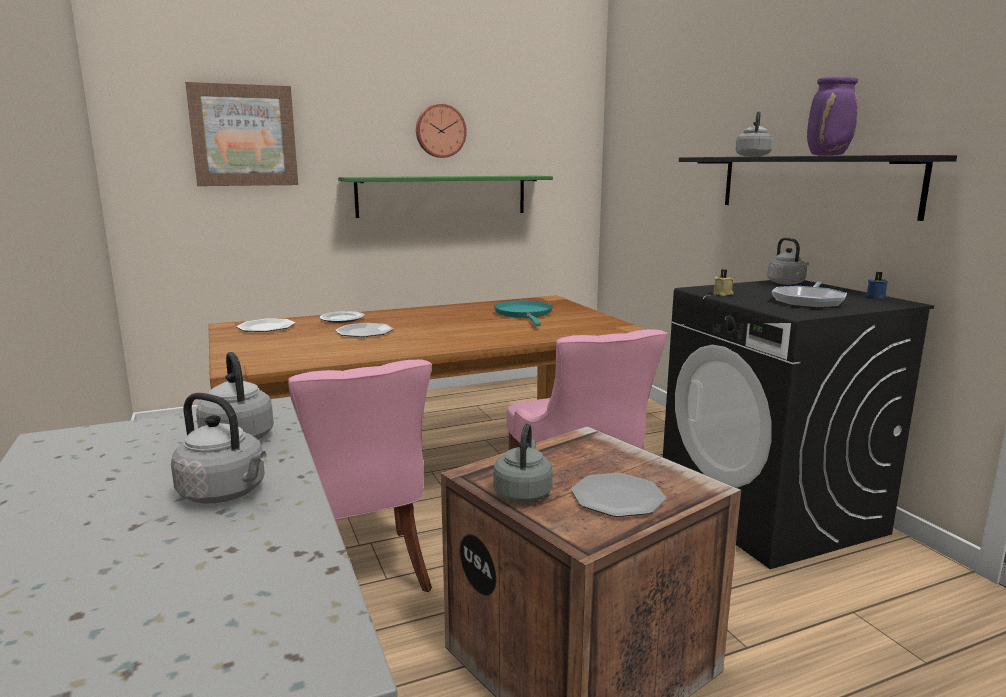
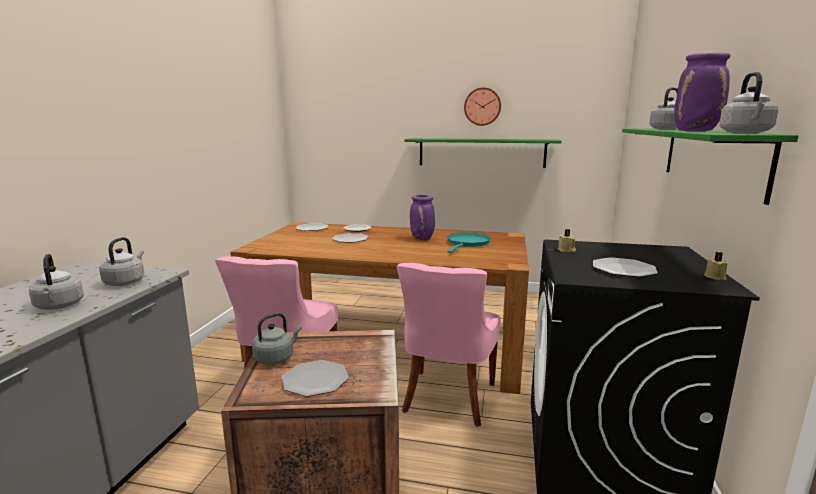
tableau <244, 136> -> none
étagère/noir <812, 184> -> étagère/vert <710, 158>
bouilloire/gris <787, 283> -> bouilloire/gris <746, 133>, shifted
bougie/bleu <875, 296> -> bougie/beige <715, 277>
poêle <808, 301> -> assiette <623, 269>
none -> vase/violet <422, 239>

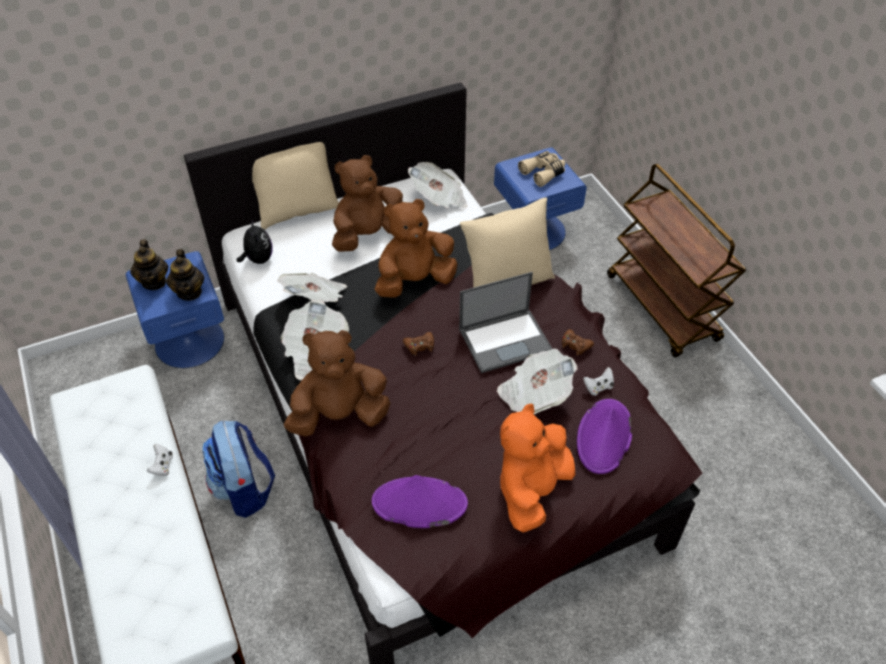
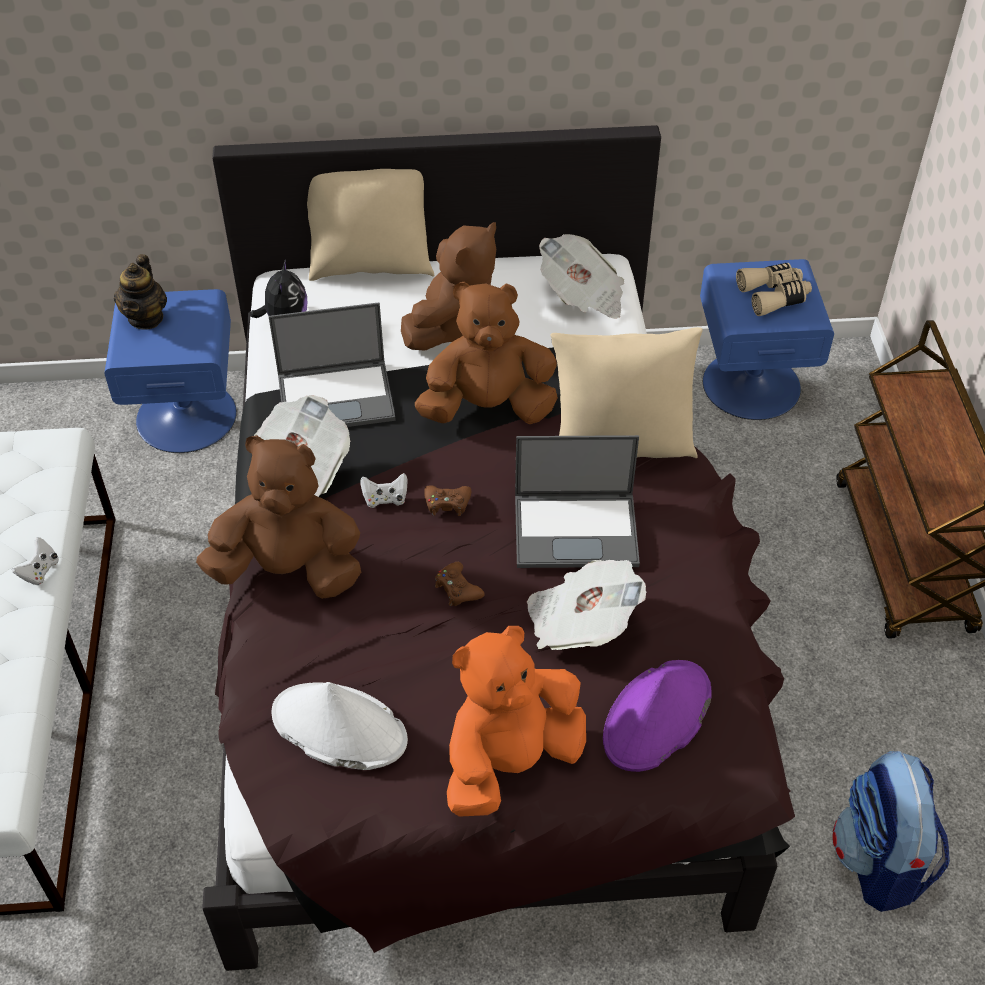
peluche/marron <368, 236> -> peluche/marron <453, 325>, 135 degrees clockwise
théière <189, 292> -> none
journal <316, 298> -> ordinateur portable <337, 396>
manette/marron <575, 345> -> manette/marron <457, 589>, shifted
manette/blanc <598, 387> -> manette/blanc <385, 499>, shifted
sac à dos <244, 489> -> sac à dos <879, 861>, shifted
chapeau/violet <419, 503> -> chapeau/blanc <338, 727>

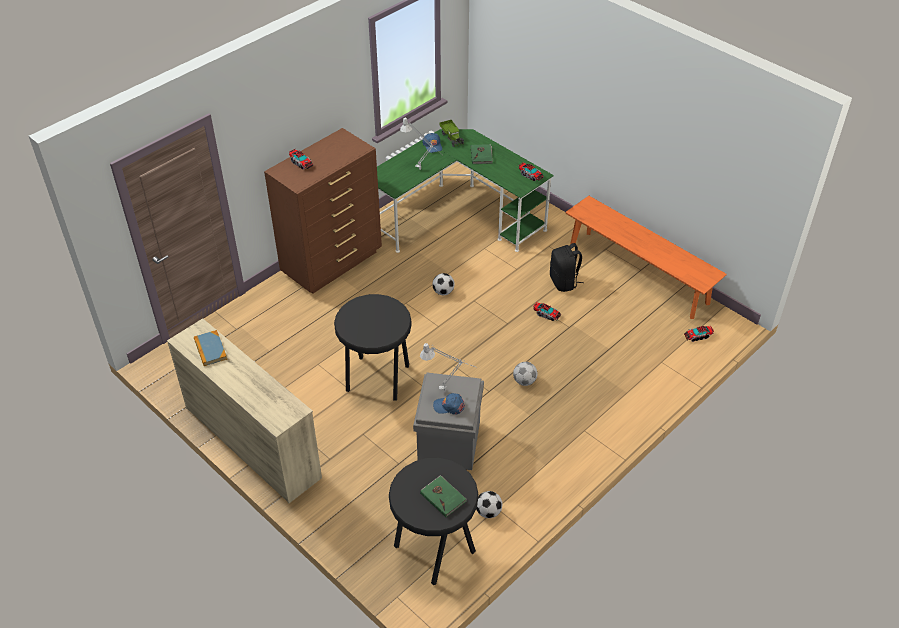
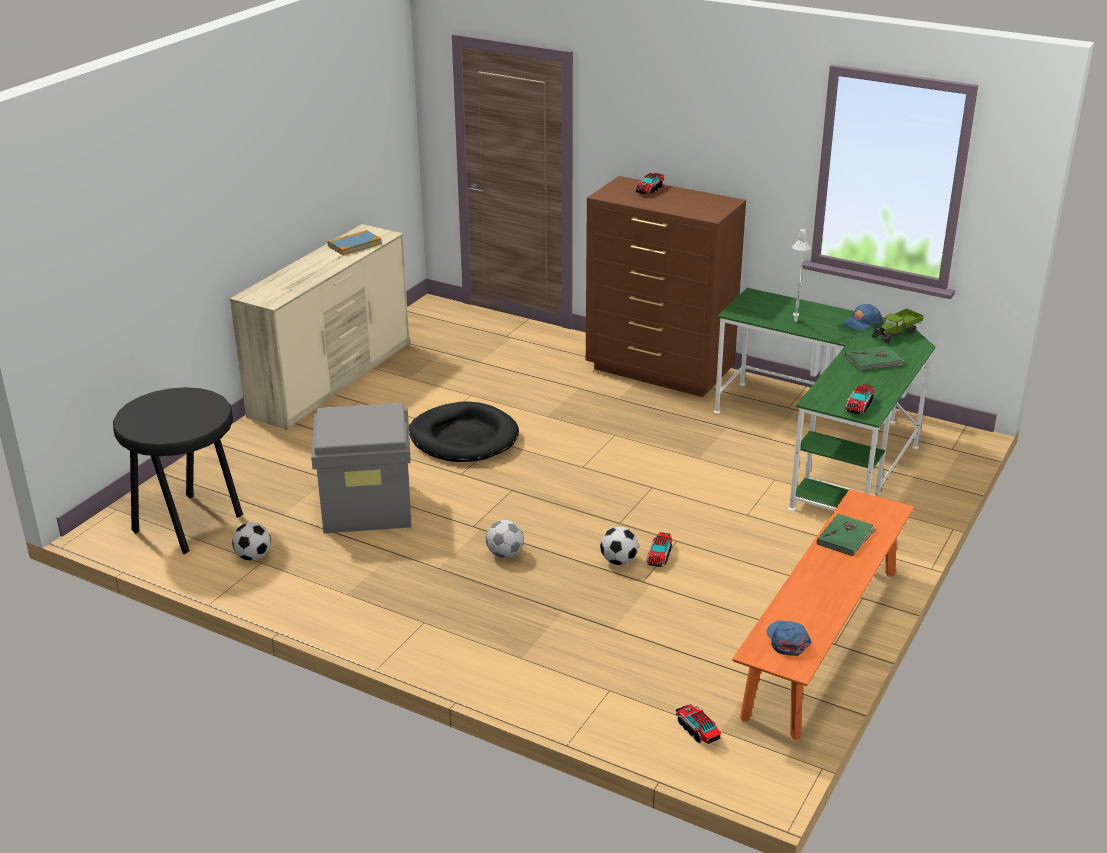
sac à dos/noir <564, 282> -> none
ballon de foot <443, 292> -> ballon de foot <619, 561>, shifted
tabouret/noir <376, 378> -> panier pour chien/noir <463, 437>
lampe de table/gris <448, 390> -> none
casquette/bleu <449, 406> -> casquette/bleu <787, 640>, shifted
livre/vert <443, 497> -> livre/vert <846, 537>, shifted

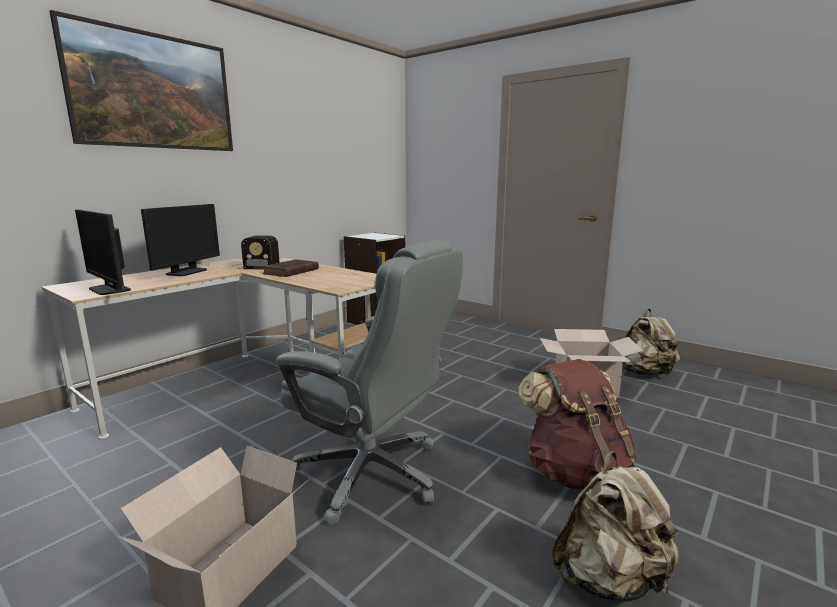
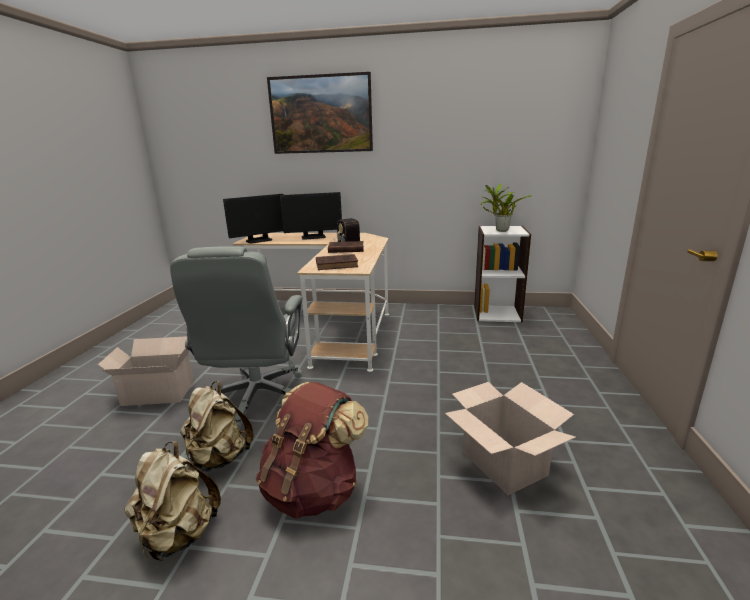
écran d'ordinateur <110, 289> -> écran d'ordinateur <259, 240>, 135 degrees counterclockwise
sac à dos/beige <645, 373> -> sac à dos/beige <219, 459>, shifted
none -> plante en pot <500, 230>
none -> livre/marron <338, 265>

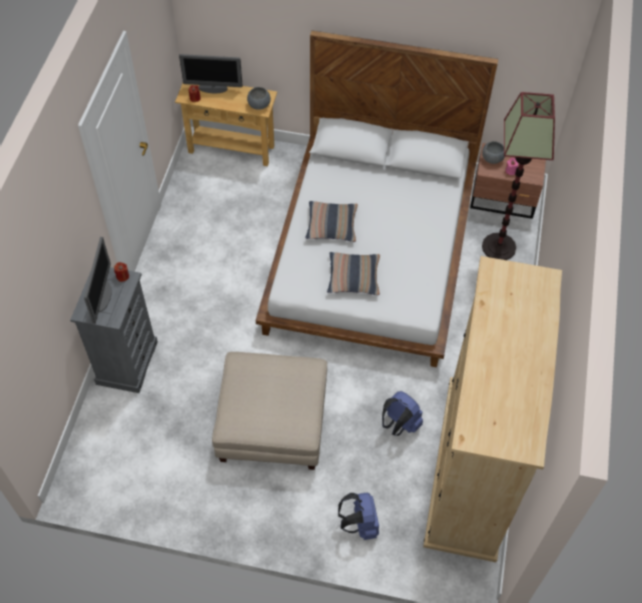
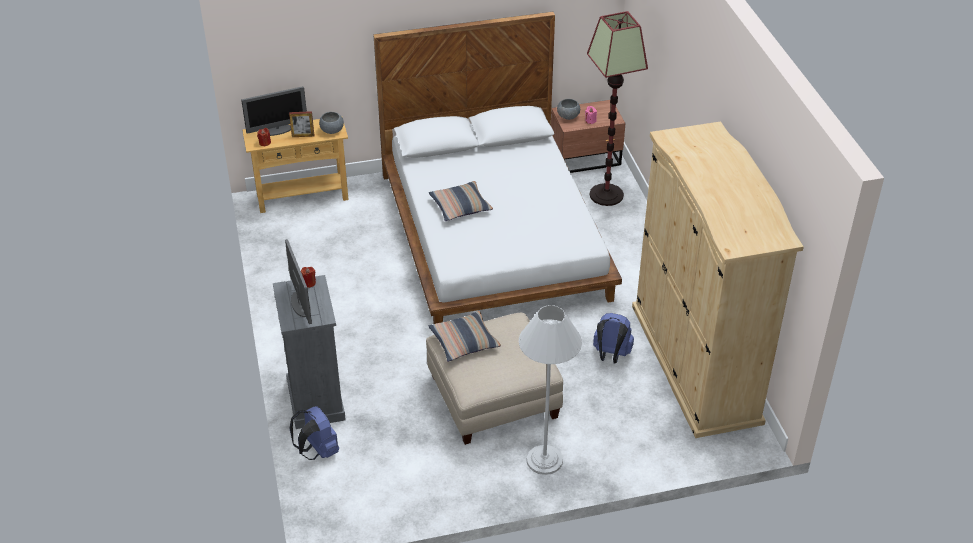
coussin <353, 277> -> coussin <464, 342>, shifted
sac à dos/bleu <360, 524> -> sac à dos/bleu <317, 451>, shifted
none -> cadre photo <303, 136>
none -> lampadaire/blanc <544, 460>

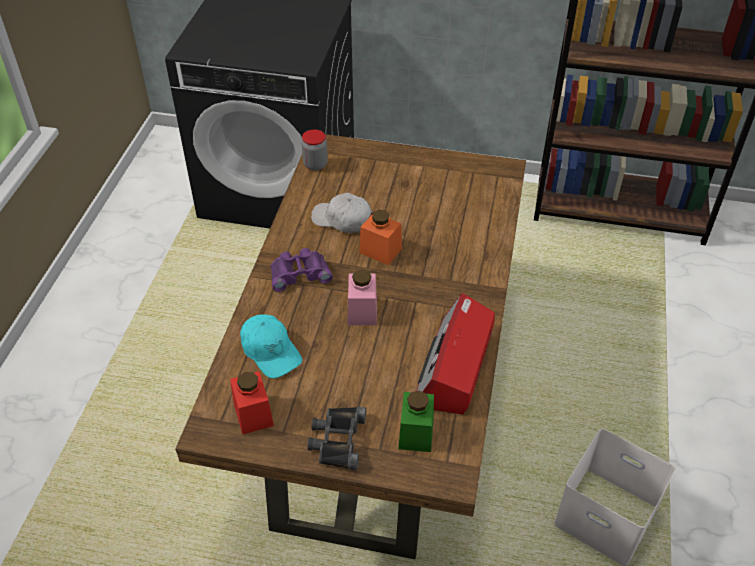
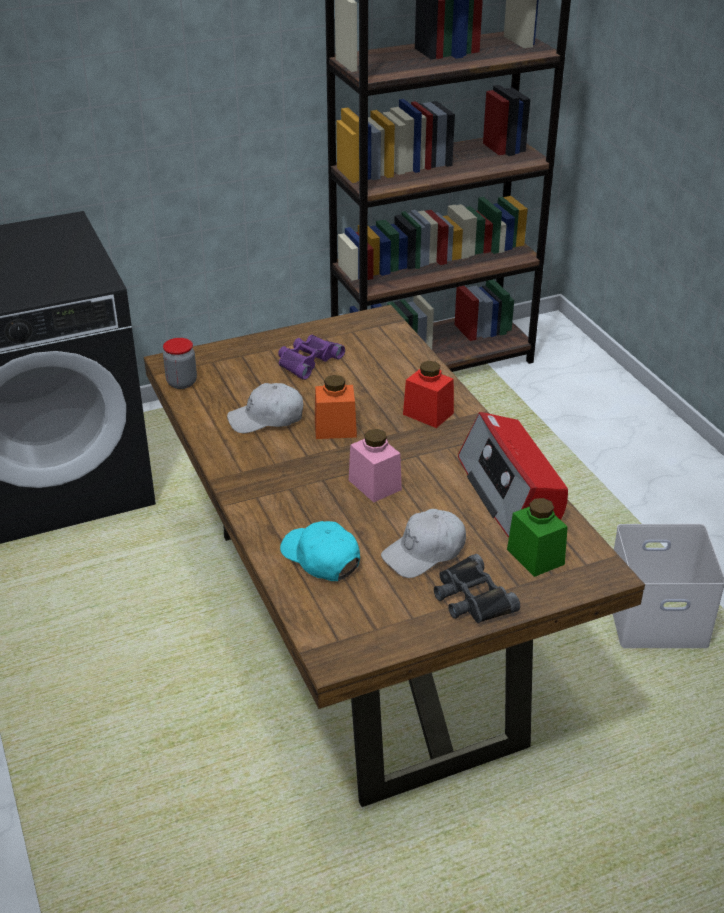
jumelles/violet <299, 273> -> jumelles/violet <307, 361>, shifted
casquette/turquoise <270, 351> -> casquette/turquoise <321, 558>, 150 degrees counterclockwise
bocal/rouge <253, 414> -> bocal/rouge <428, 414>, shifted
none -> casquette/blanc <424, 552>

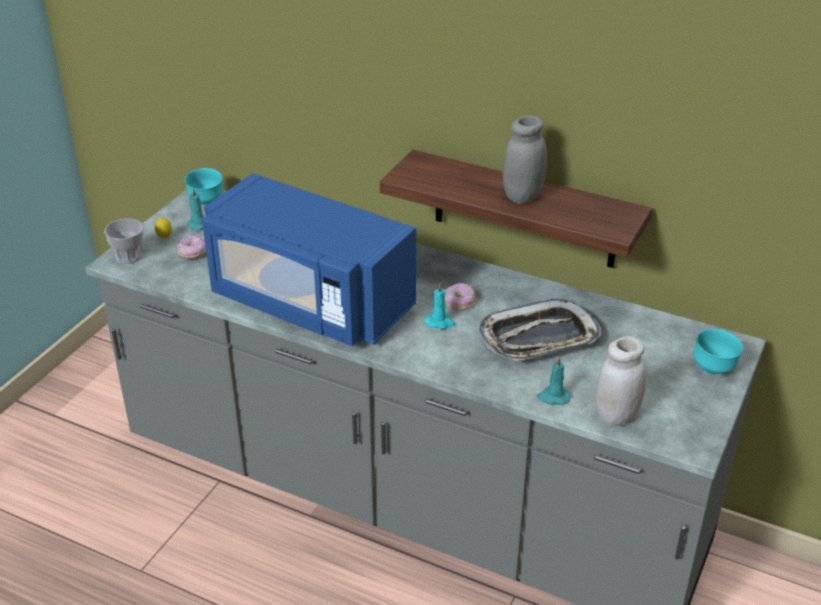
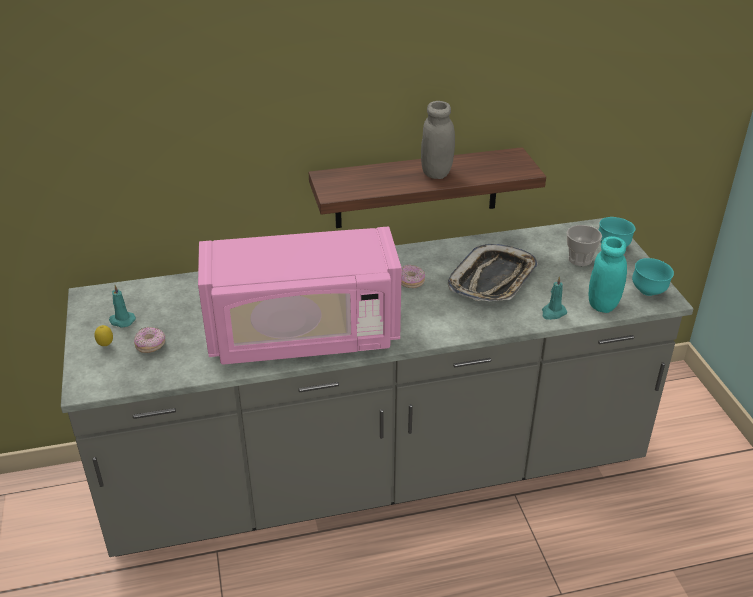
bol/turquoise <206, 202> -> bol/turquoise <649, 292>, shifted
micro-ondes/bleu <309, 302> -> micro-ondes/rose <303, 335>
tasse <129, 257> -> tasse <580, 259>, shifted
bougie/turquoise <440, 322> -> none
bocal/blanc <616, 416> -> bocal/turquoise <602, 304>

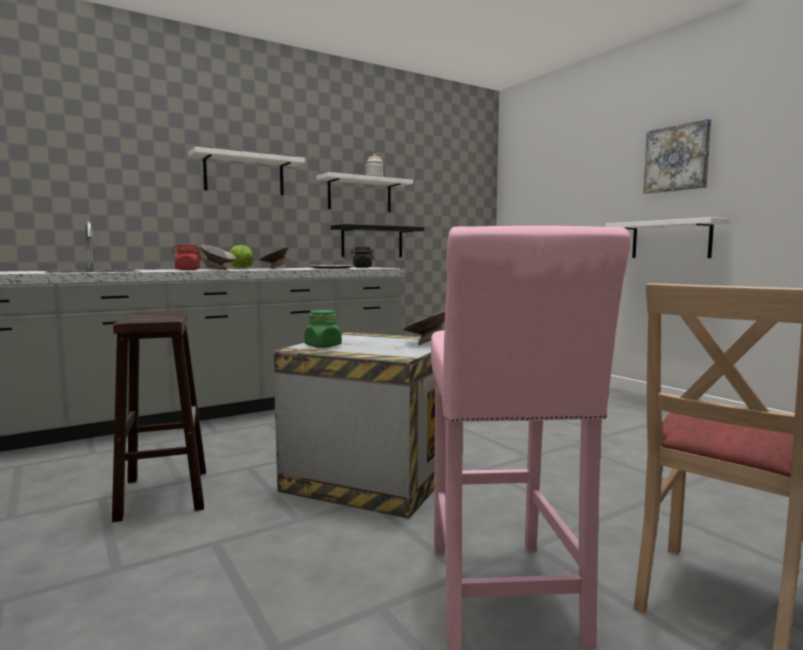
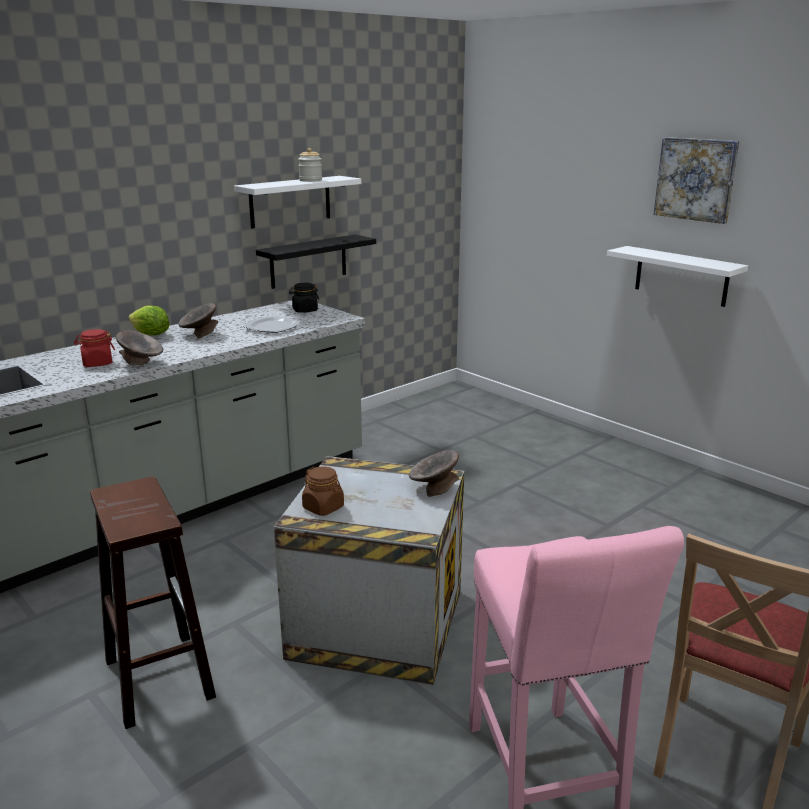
étagère/blanc <244, 175> -> none
bocal/vert <323, 346> -> bocal/marron <323, 507>

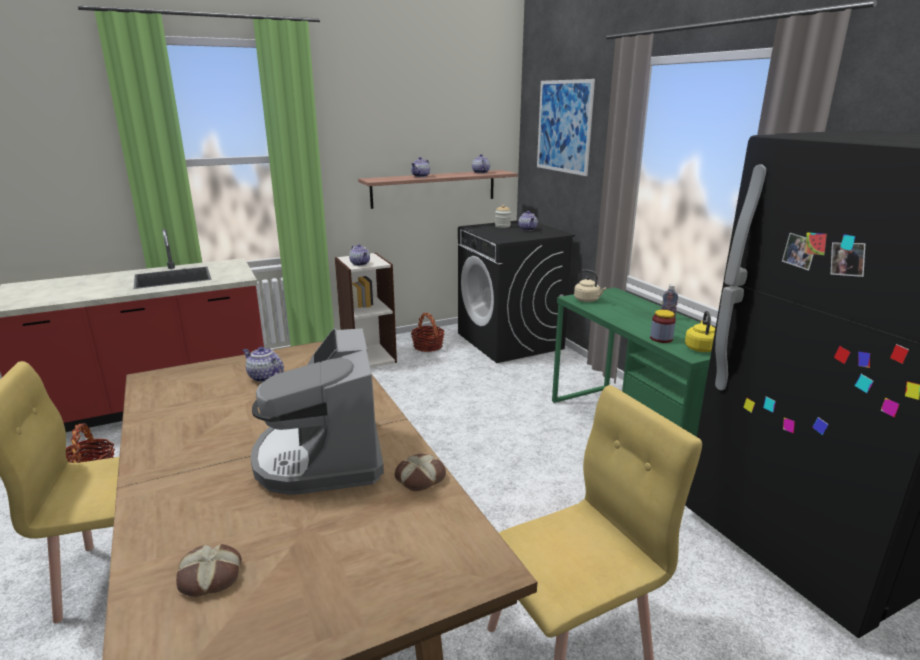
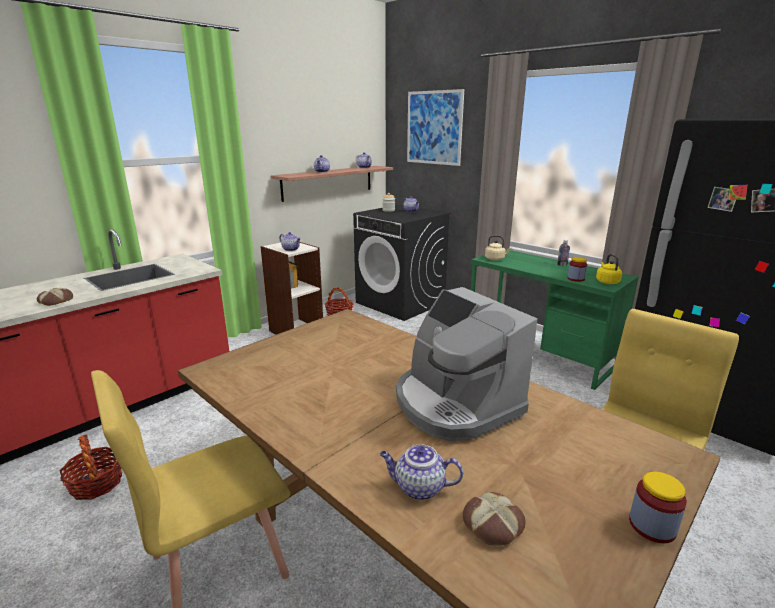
théière <264, 377> -> théière <418, 488>, shifted
pain <420, 477> -> pain <56, 300>, shifted
none -> bocal <652, 526>

